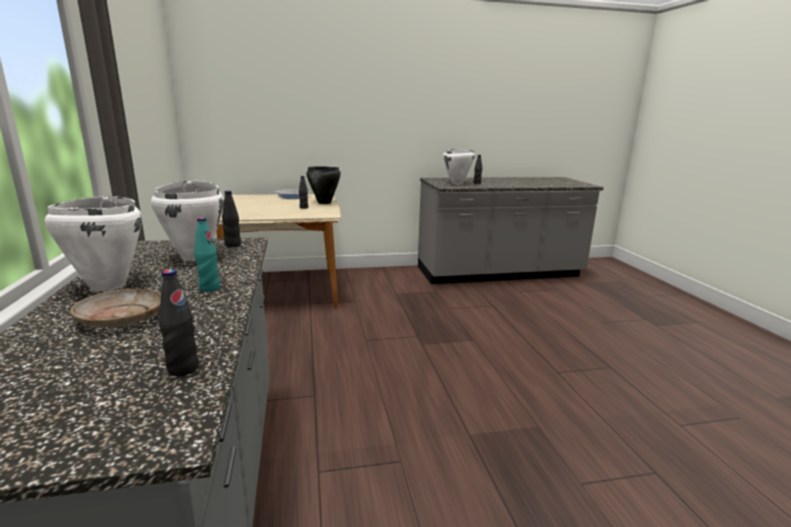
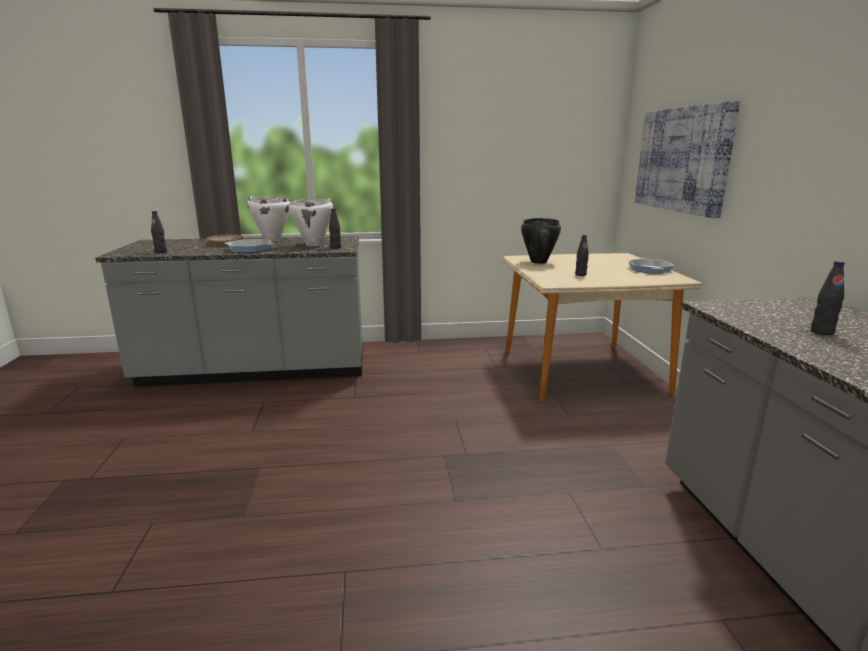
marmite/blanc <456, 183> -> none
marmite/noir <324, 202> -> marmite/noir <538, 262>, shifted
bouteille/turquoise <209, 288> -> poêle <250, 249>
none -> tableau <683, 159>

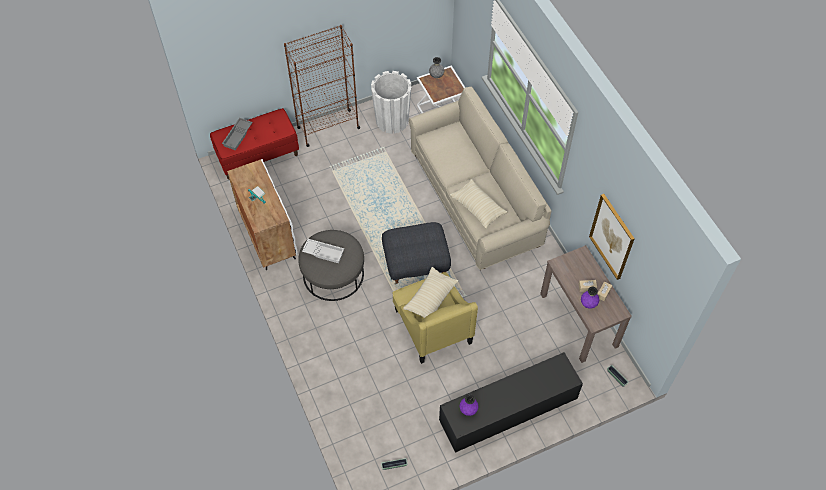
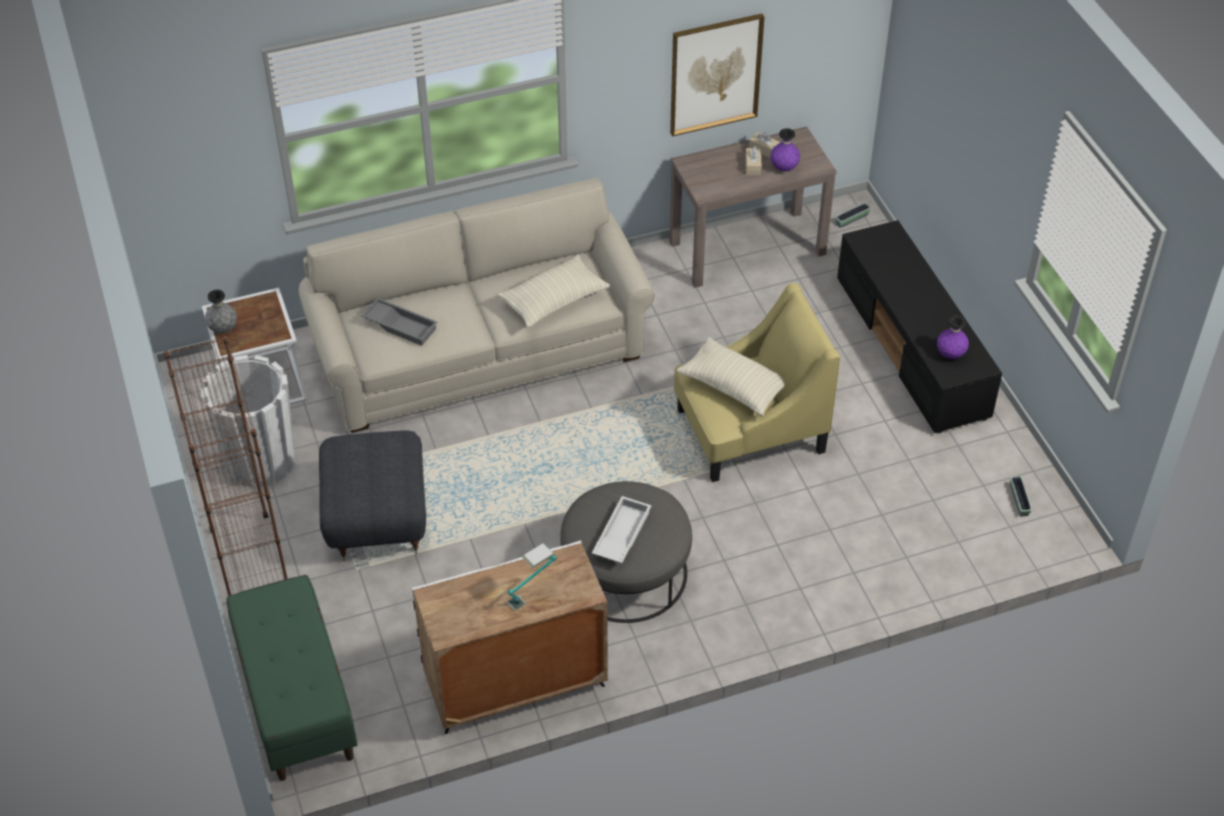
banc/rouge <258, 155> -> banc/vert <296, 700>
plateau/gris <238, 136> -> plateau/gris <401, 325>, shifted
pouf/gris <416, 263> -> pouf/gris <376, 518>, shifted

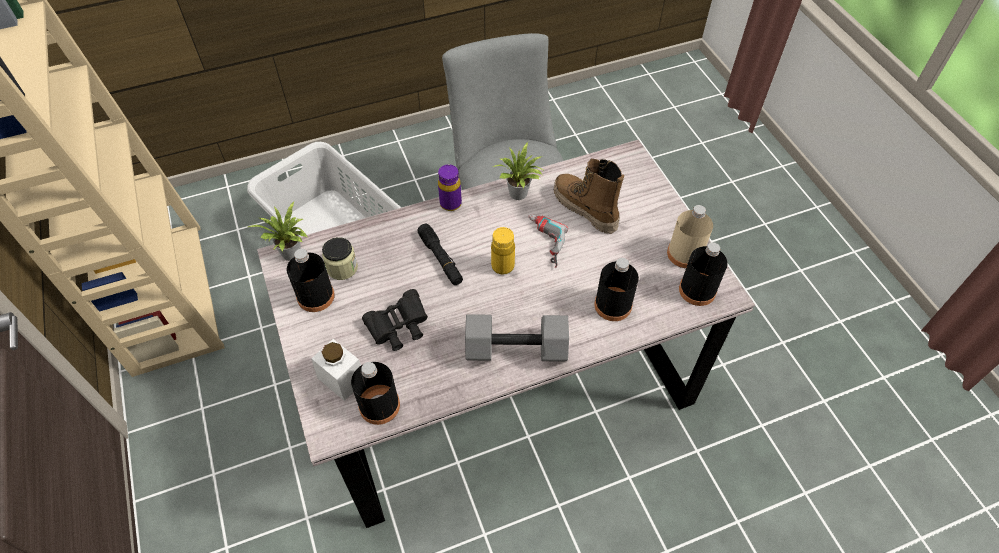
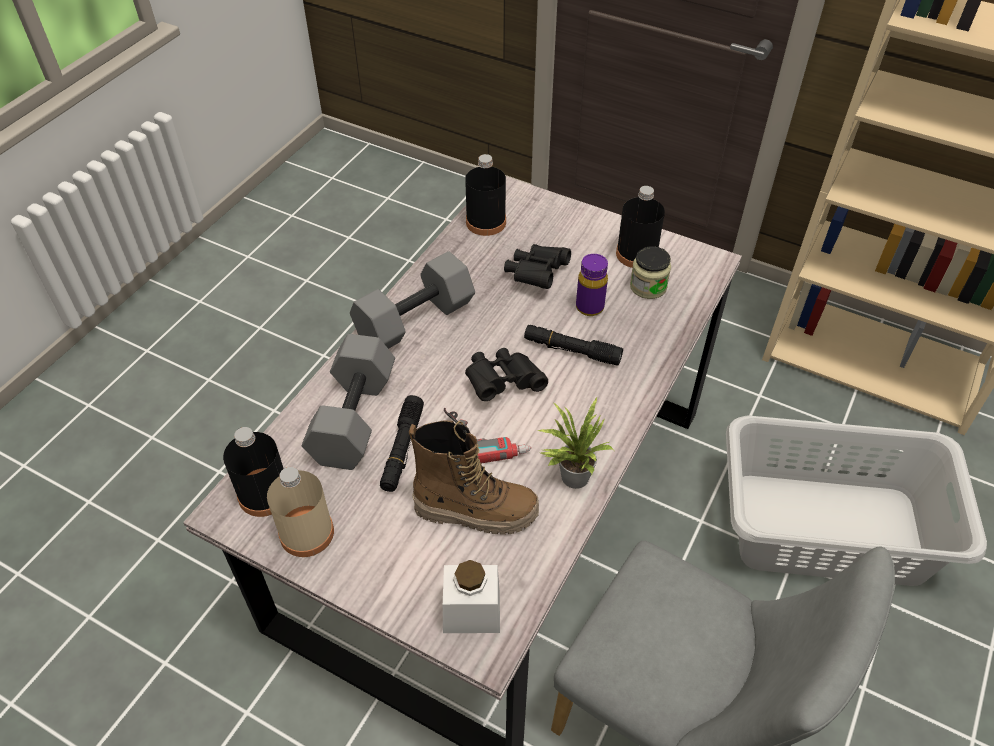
bouteille/violet <450, 204> -> bouteille/violet <589, 307>, shifted
plante en pot <292, 255> -> none
bouteille/jaune <502, 266> -> jumelles/noir <503, 383>
bouteille/noir <613, 305> -> haltère/gris <352, 416>
bocal/blanc <342, 378> -> bocal/blanc <471, 612>, shifted
none -> lampe de poche/noir <402, 449>

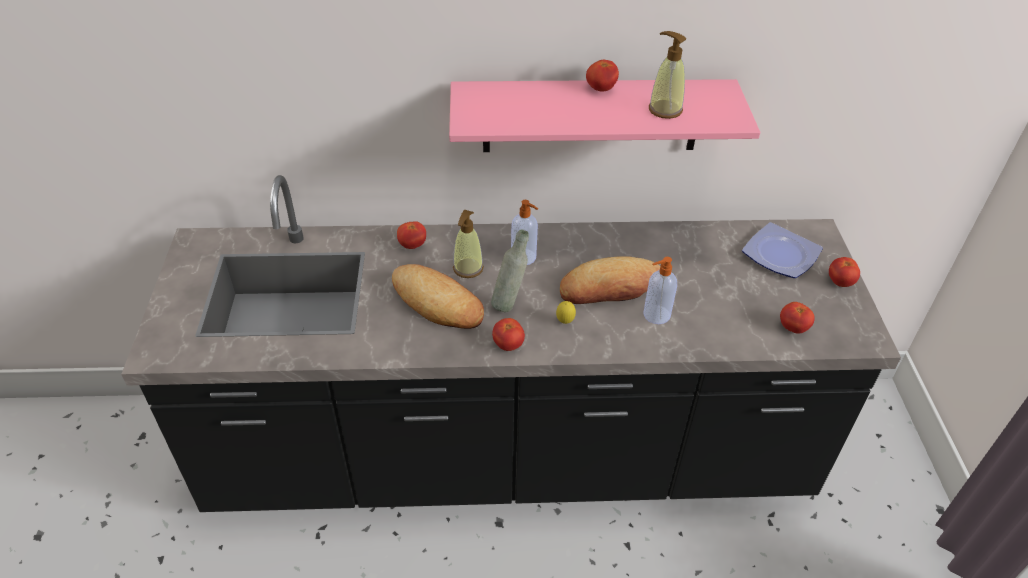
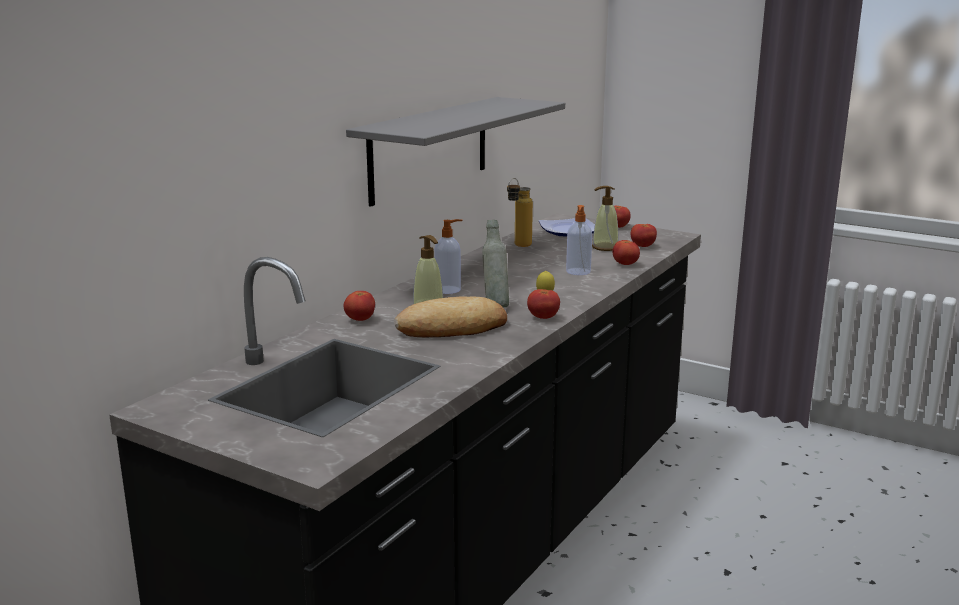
distributeur de savon <665, 109> -> distributeur de savon <605, 247>, shifted
tomate <600, 89> -> tomate <625, 264>, shifted
étagère/rose <591, 115> -> étagère/gris <429, 149>
pain <610, 287> -> none
none -> bouteille <518, 246>

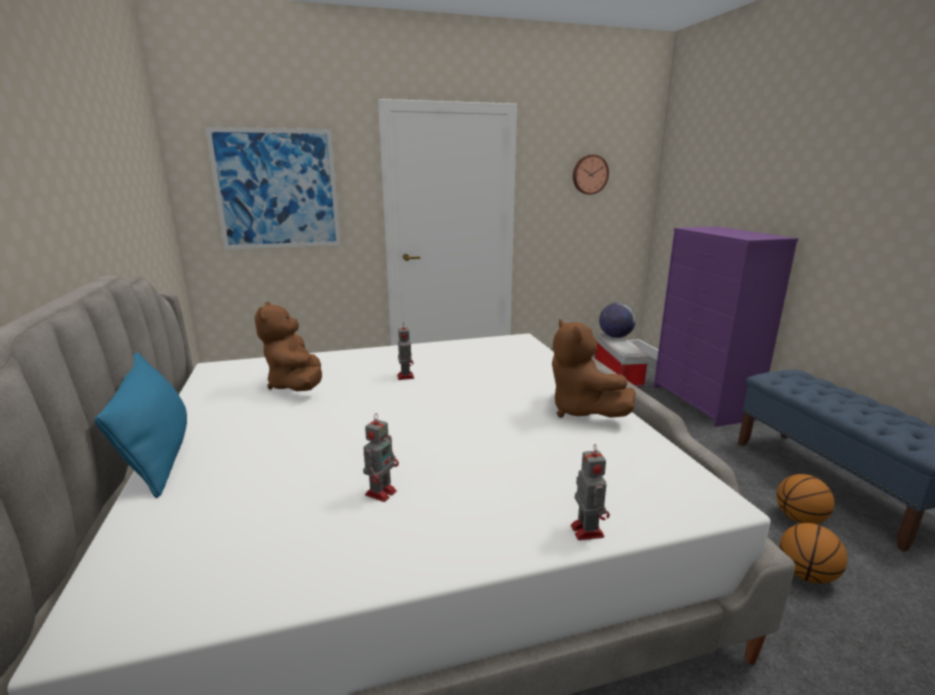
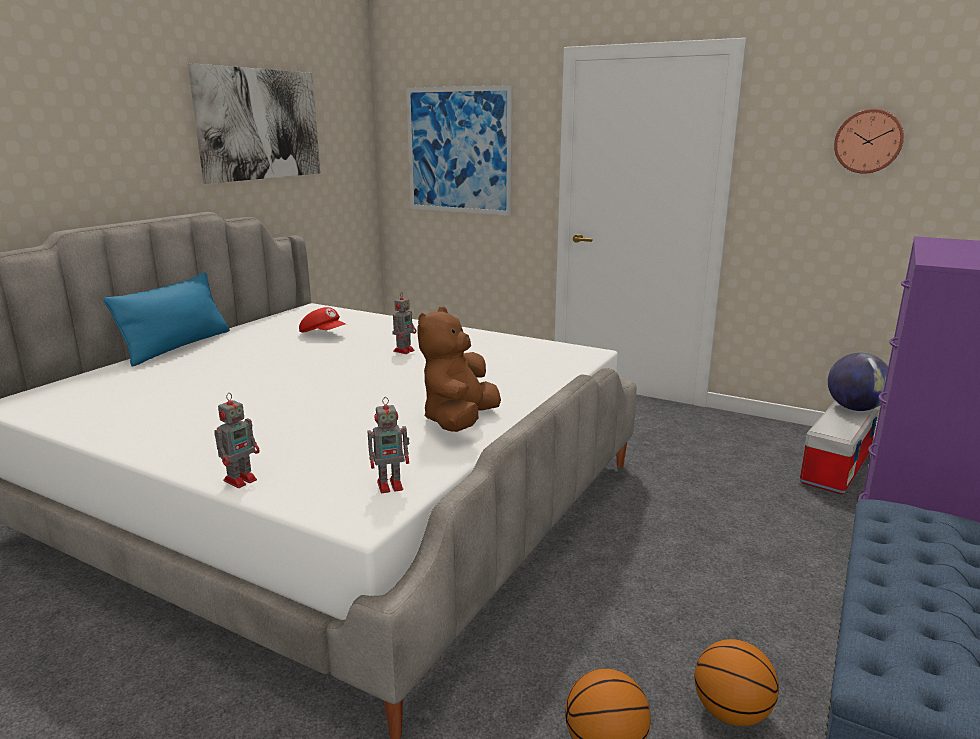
peluche/marron <296, 386> -> casquette/rouge <323, 334>
robot jouet <381, 492> -> robot jouet <391, 485>, shifted
none -> tableau <260, 124>

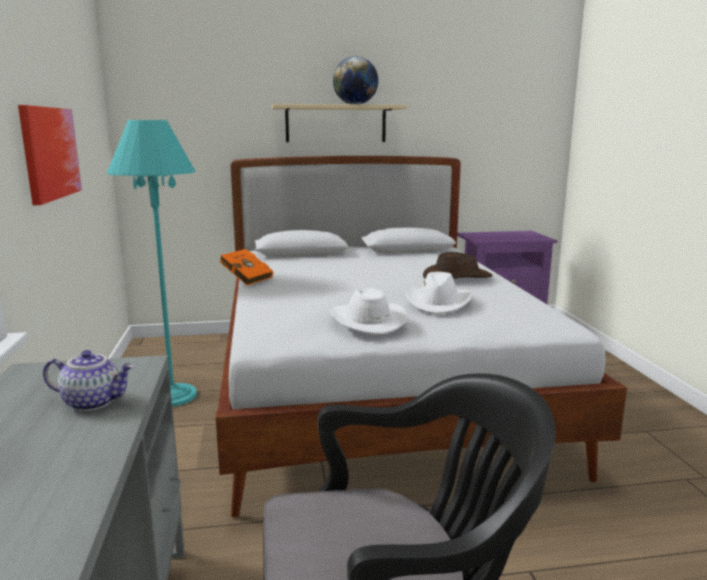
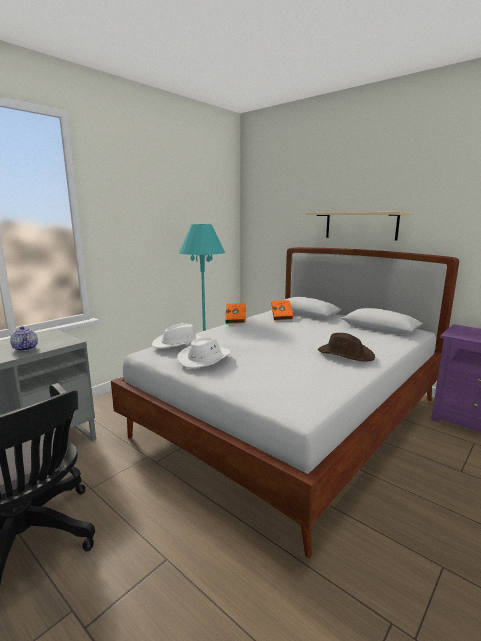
globe <355, 104> -> none
tableau <50, 153> -> none
chapeau/blanc <438, 303> -> chapeau/blanc <179, 343>, shifted
none -> livre/orange <281, 317>

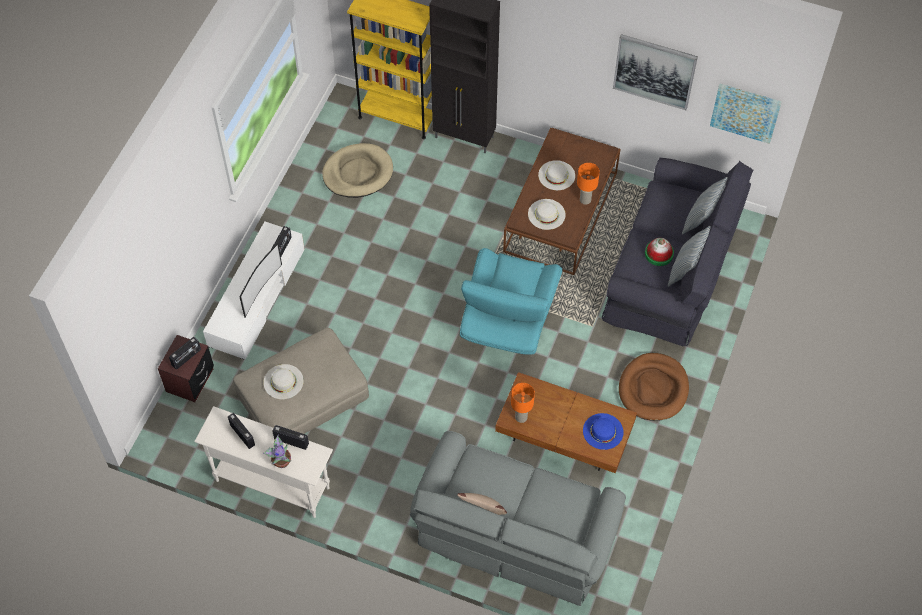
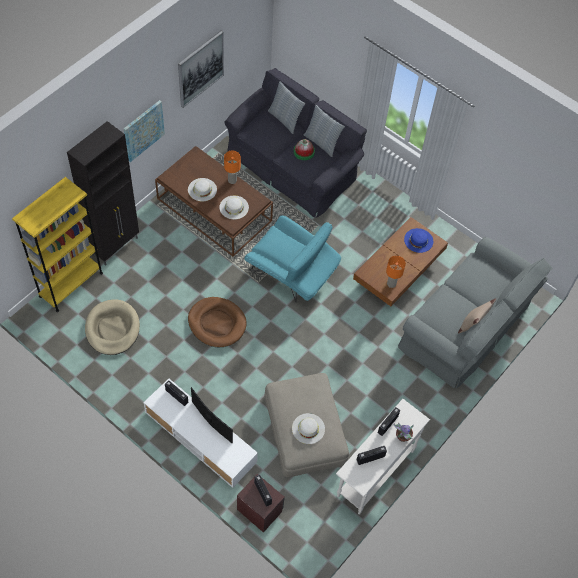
tableau <745, 112> -> tableau <143, 130>, shifted
panier pour chien/marron <653, 389> -> panier pour chien/marron <217, 323>, shifted

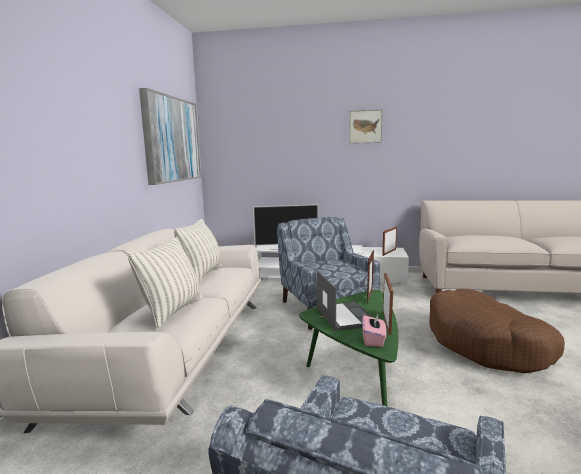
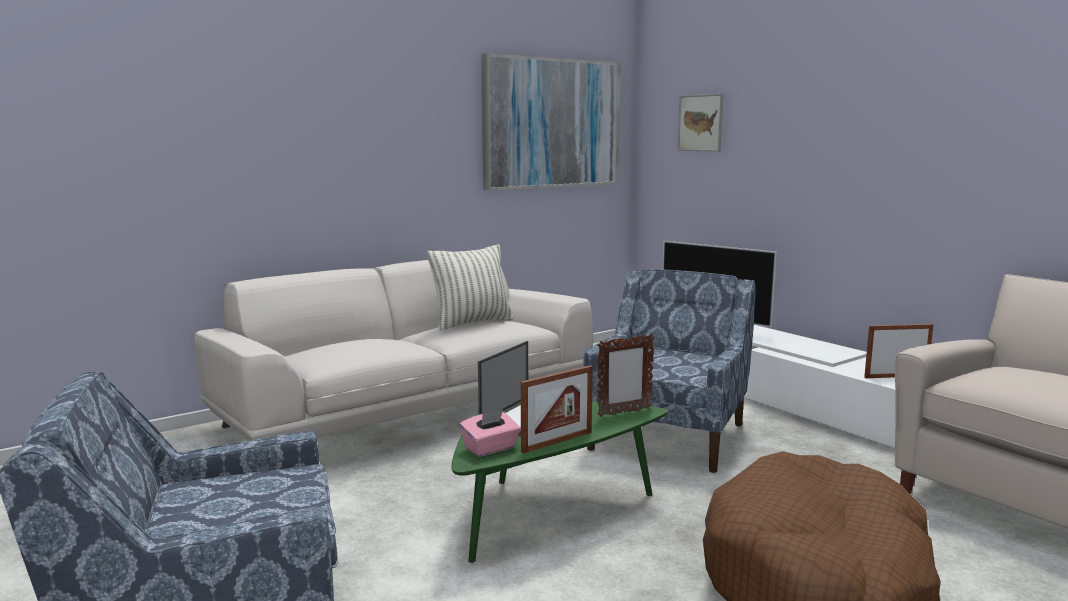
tableau <365, 126> -> tableau <700, 123>, shifted
coussin <172, 311> -> none

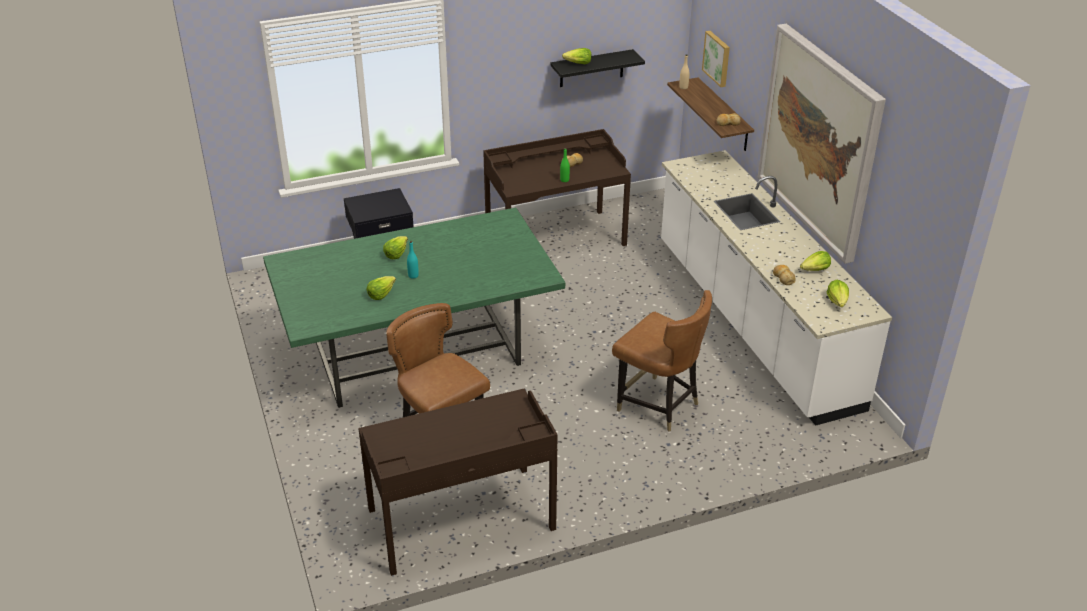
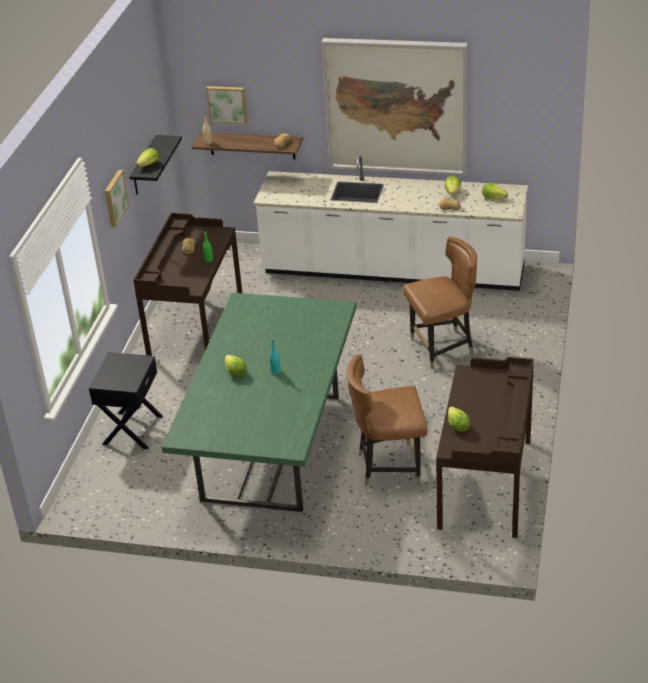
laitue <381, 294> -> laitue <457, 425>, shifted
none -> tableau <114, 198>

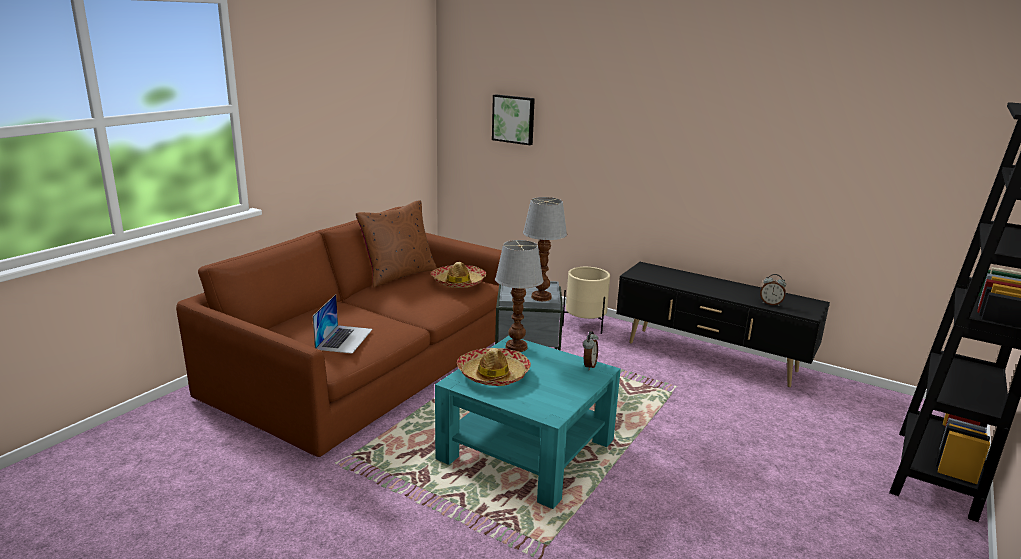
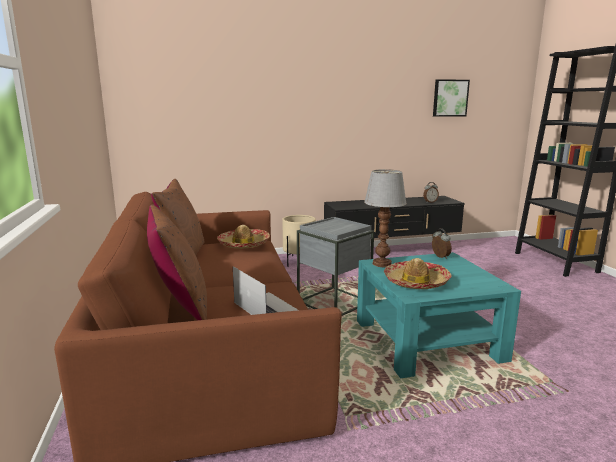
tableau <514, 119> -> tableau <450, 98>, shifted
lampe de table <542, 297> -> none
none -> coussin/marron <180, 305>

